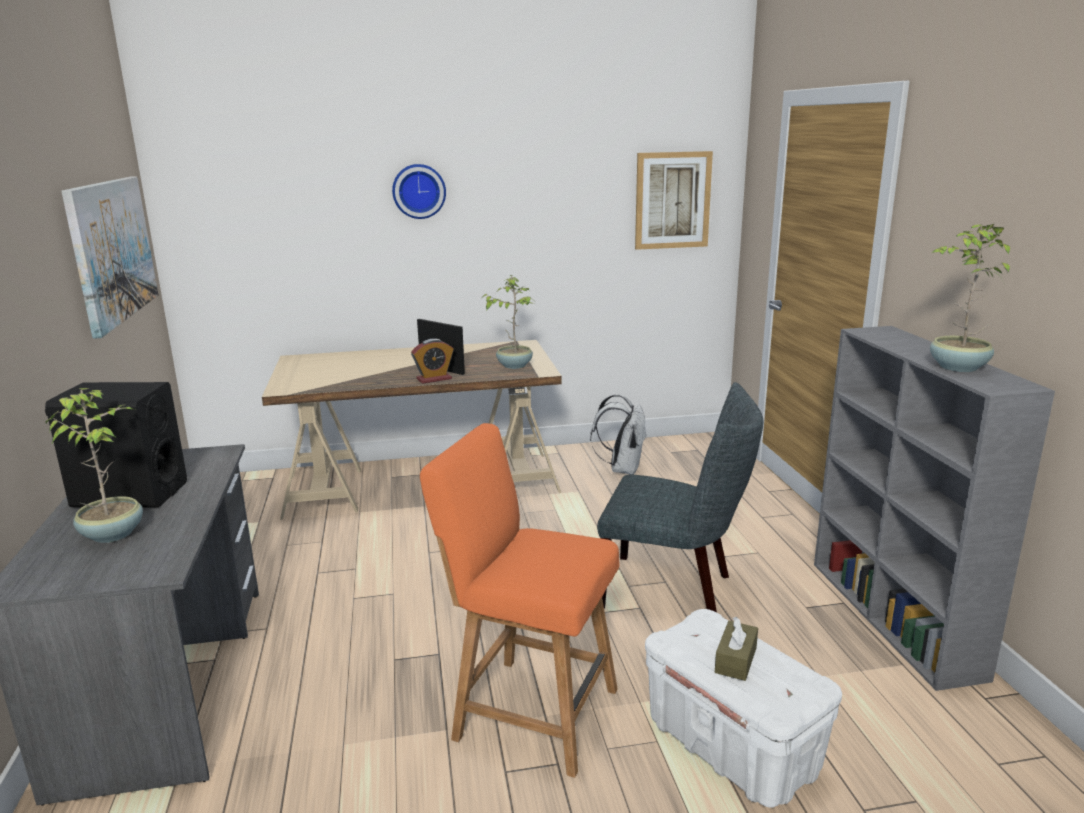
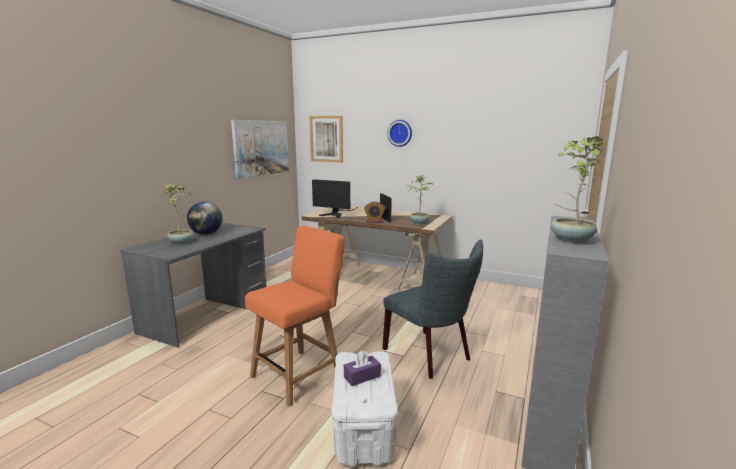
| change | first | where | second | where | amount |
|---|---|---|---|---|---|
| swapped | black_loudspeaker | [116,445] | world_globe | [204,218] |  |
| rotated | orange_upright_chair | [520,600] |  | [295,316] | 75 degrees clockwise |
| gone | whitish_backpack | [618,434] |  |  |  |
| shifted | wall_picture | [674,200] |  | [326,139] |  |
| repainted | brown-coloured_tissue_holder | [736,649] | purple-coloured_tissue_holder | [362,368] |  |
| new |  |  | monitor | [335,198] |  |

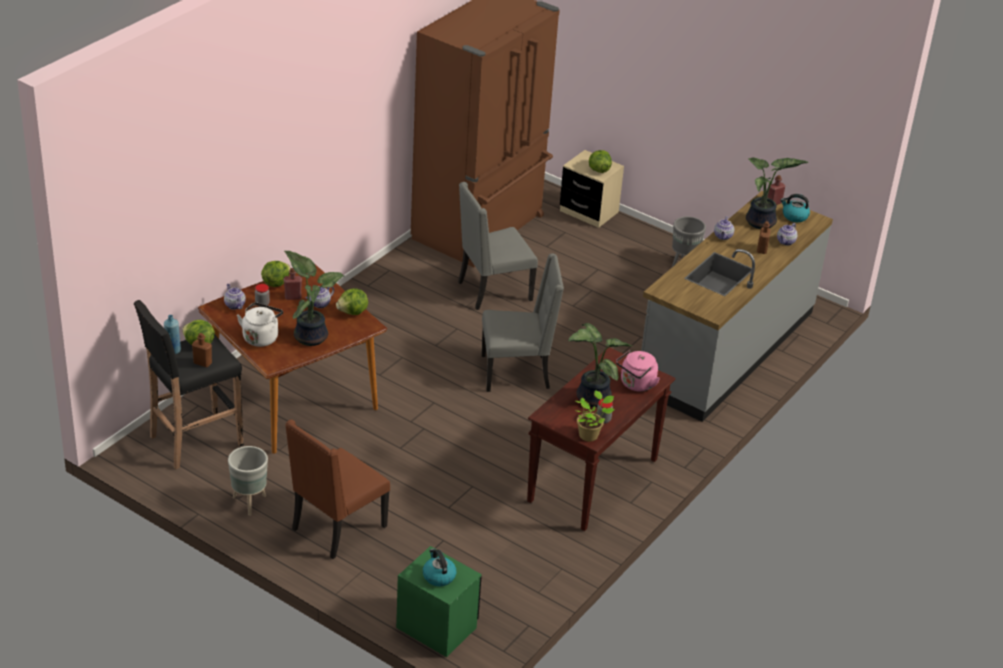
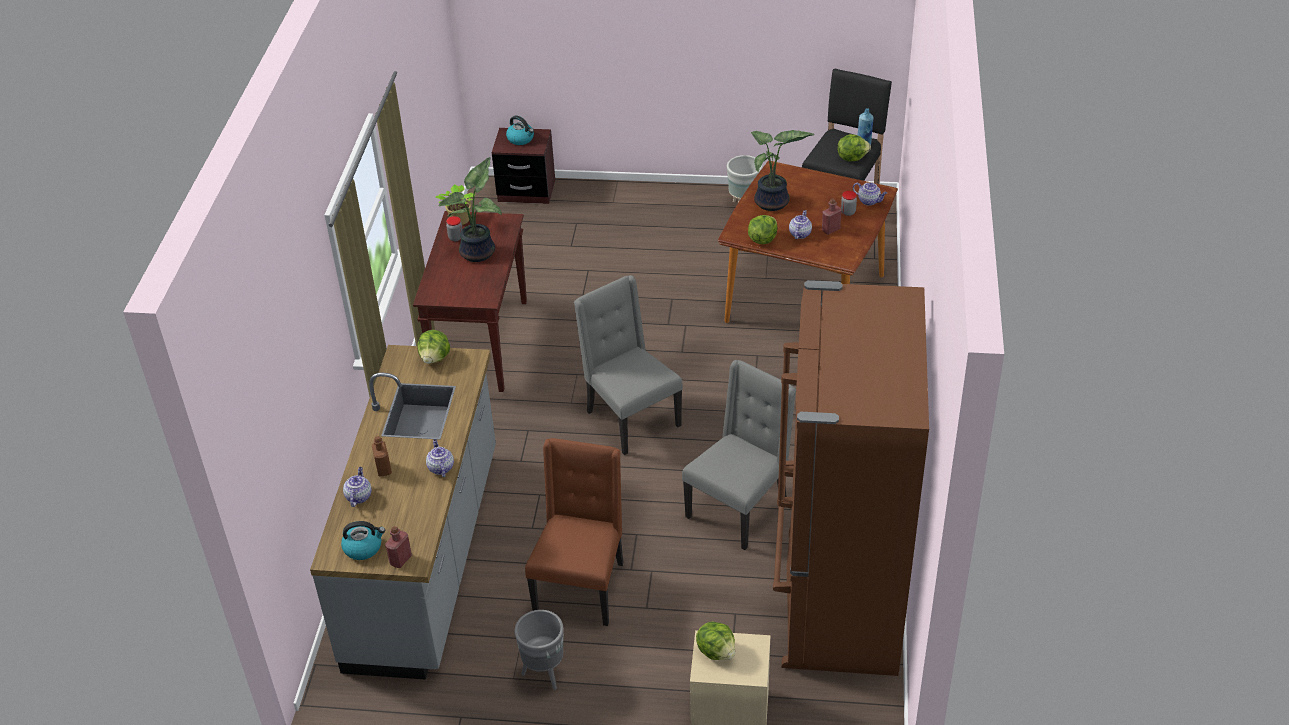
| change | first | where | second | where | amount |
|---|---|---|---|---|---|
| gone | brown-coloured_drink_bottle | [202,350] |  |  |  |
| gone | whitish_kettle | [260,324] |  |  |  |
| shifted | lettuce_head | [275,274] |  | [433,347] |  |
| shifted | brown-coloured_upright_chair | [337,489] |  | [574,532] |  |
| repainted | greenish_nightstand | [439,601] | brown-coloured_nightstand | [523,166] |  |
| rotated | gray_upright_chair | [522,322] |  | [628,365] | 90 degrees clockwise |
| gone | pinkish_kettle | [638,371] |  |  |  |
| gone | houseplant | [777,193] |  |  |  |

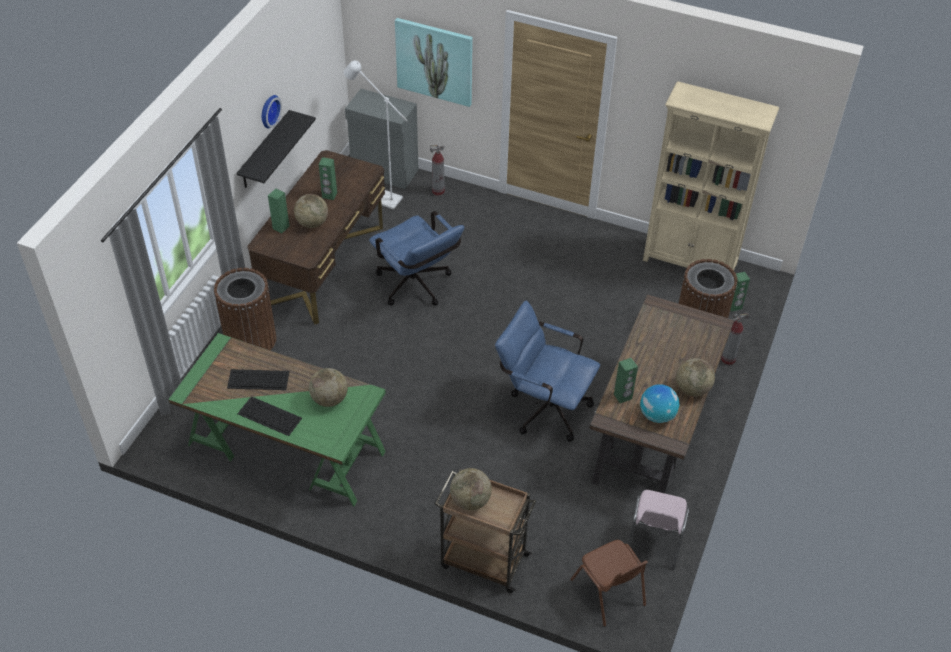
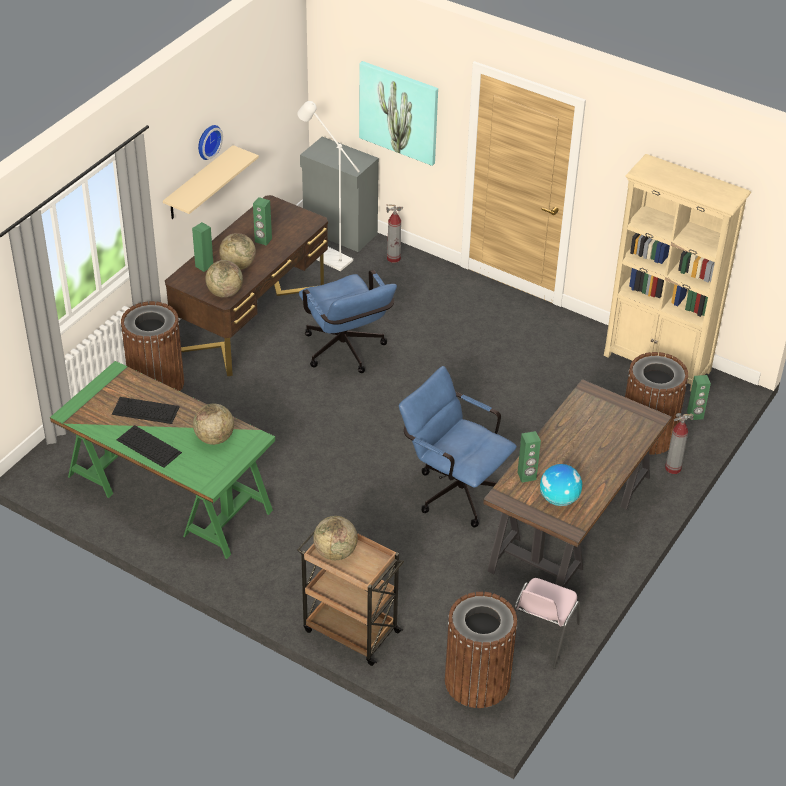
| change | first | where | second | where | amount |
|---|---|---|---|---|---|
| repainted | black_bracket_shelf | [276,149] | sand-coloured_bracket_shelf | [211,182] |  |
| swapped | brown-coloured_upright_chair | [609,583] | brown-coloured_waste_bin | [481,650] |  |
| shifted | world_globe | [695,377] |  | [224,279] |  |

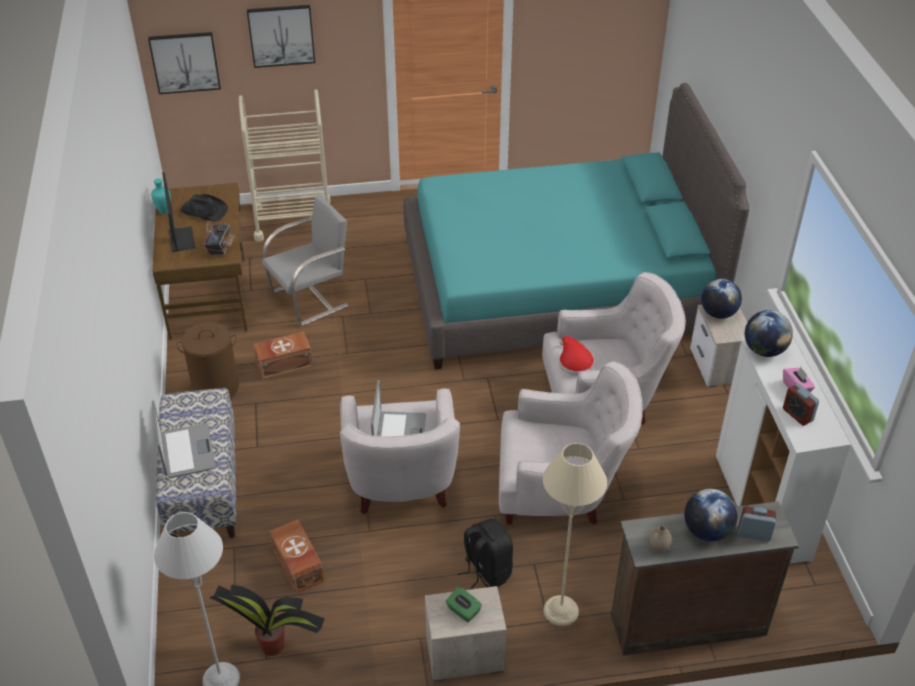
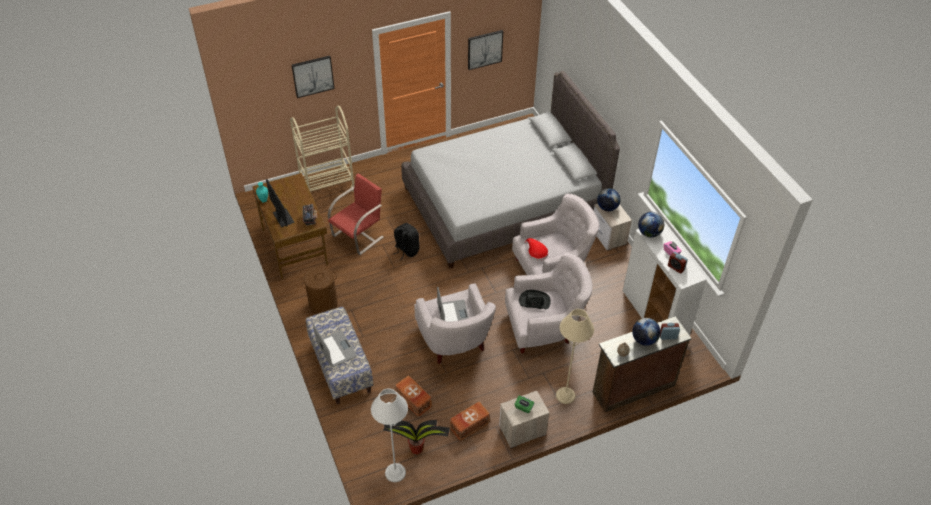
| change | first | where | second | where | amount |
|---|---|---|---|---|---|
| shifted | wall_picture | [184,63] |  | [485,50] |  |
| shifted | black_hat | [204,208] |  | [535,300] |  |
| shifted | brown-coloured_storage_bin | [283,355] |  | [470,421] |  |
| repainted | gray_upright_chair | [305,260] | reddish_upright_chair | [356,214] |  |
| repainted | turquoise-coloured_bedroom_bed | [576,226] | gray_bedroom_bed | [510,169] |  |
| shifted | black_backpack | [485,554] |  | [407,241] |  |

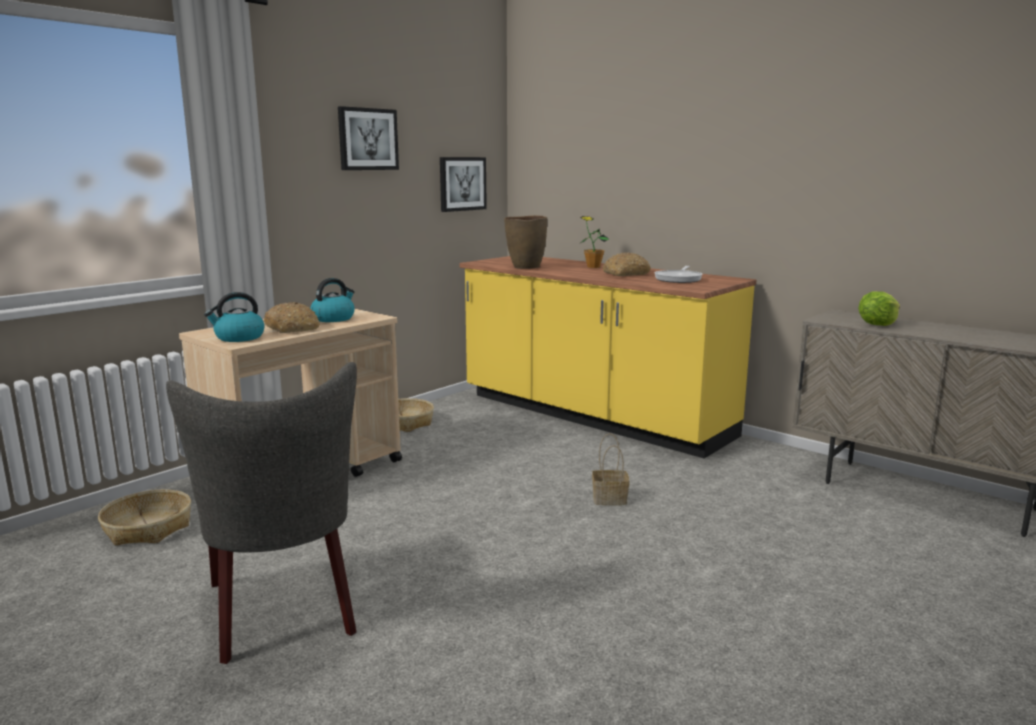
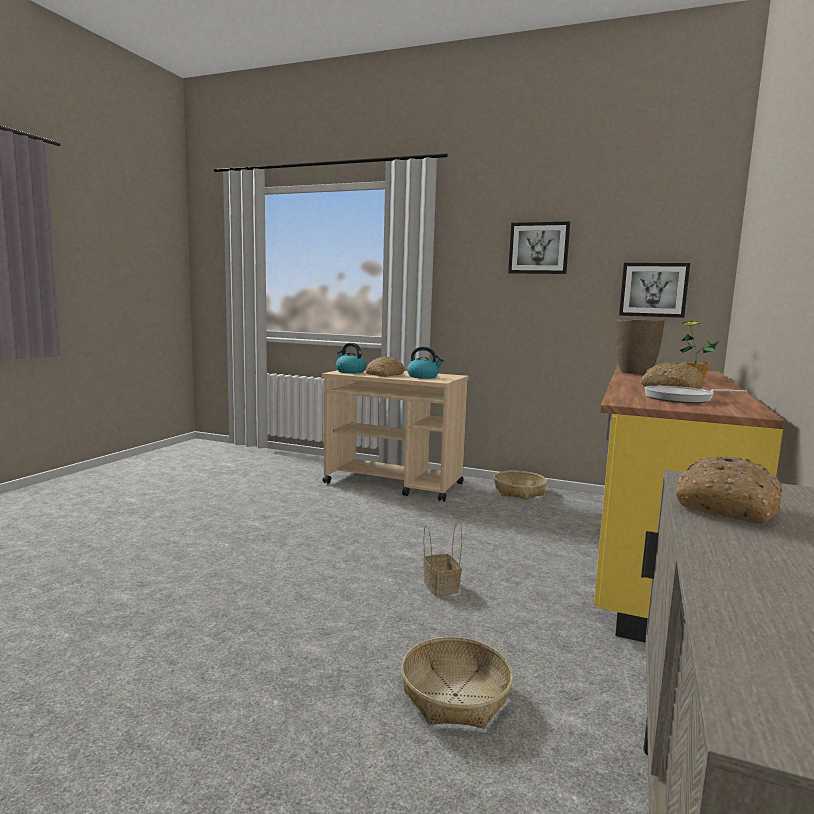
| change | first | where | second | where | amount |
|---|---|---|---|---|---|
| shifted | basket | [144,517] |  | [457,682] |  |
| gone | gray_upright_chair | [261,513] |  |  |  |
| swapped | lettuce_head | [879,308] | baked_bread | [729,490] |  |

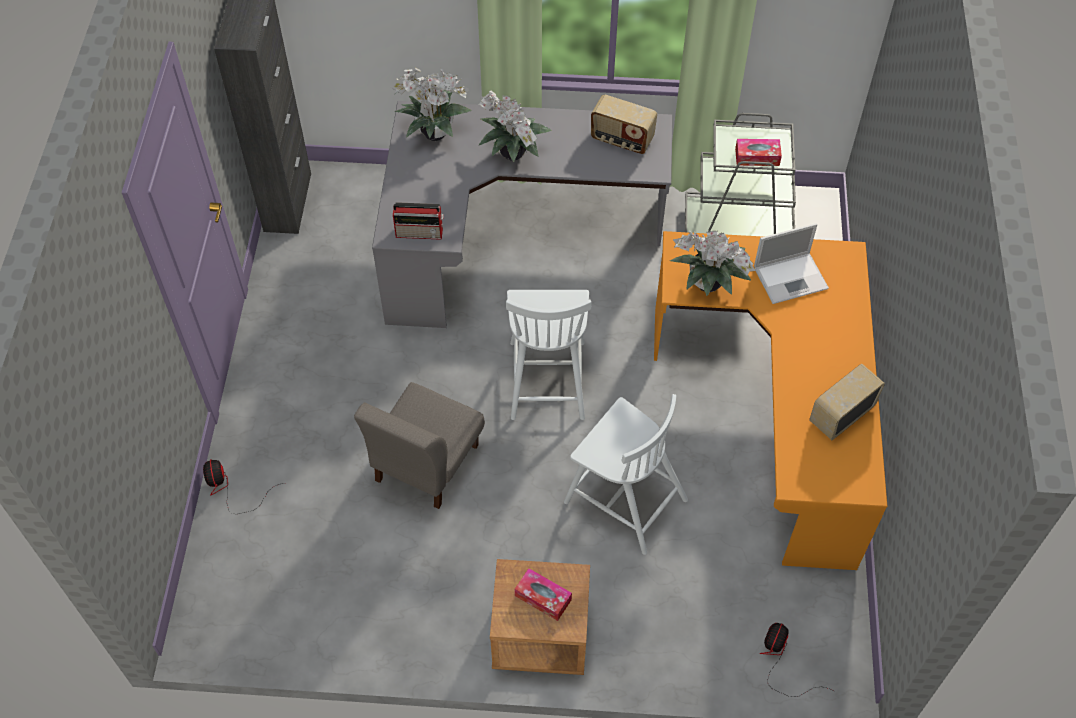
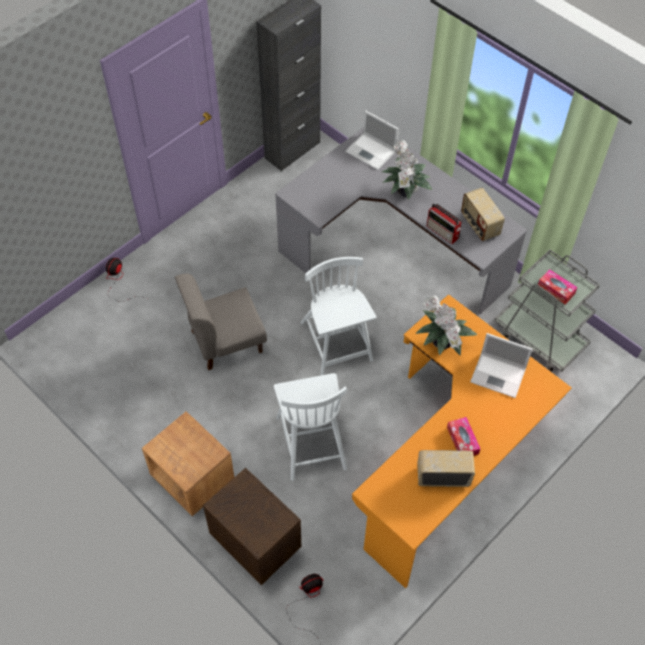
| change | first | where | second | where | amount |
|---|---|---|---|---|---|
| swapped | houseplant | [431,104] | portable_computer | [372,140] |  |
| shifted | radio_receiver | [418,221] |  | [444,223] |  |
| rotated | whitish_upright_chair | [549,355] |  | [338,316] | 120 degrees clockwise |
| shifted | tissue_holder | [543,594] |  | [464,436] |  |
| new |  |  | brown-coloured_nightstand | [252,526] |  |

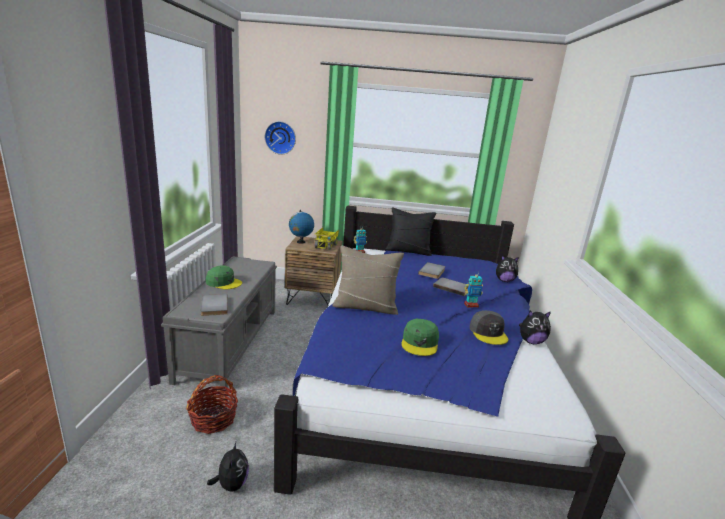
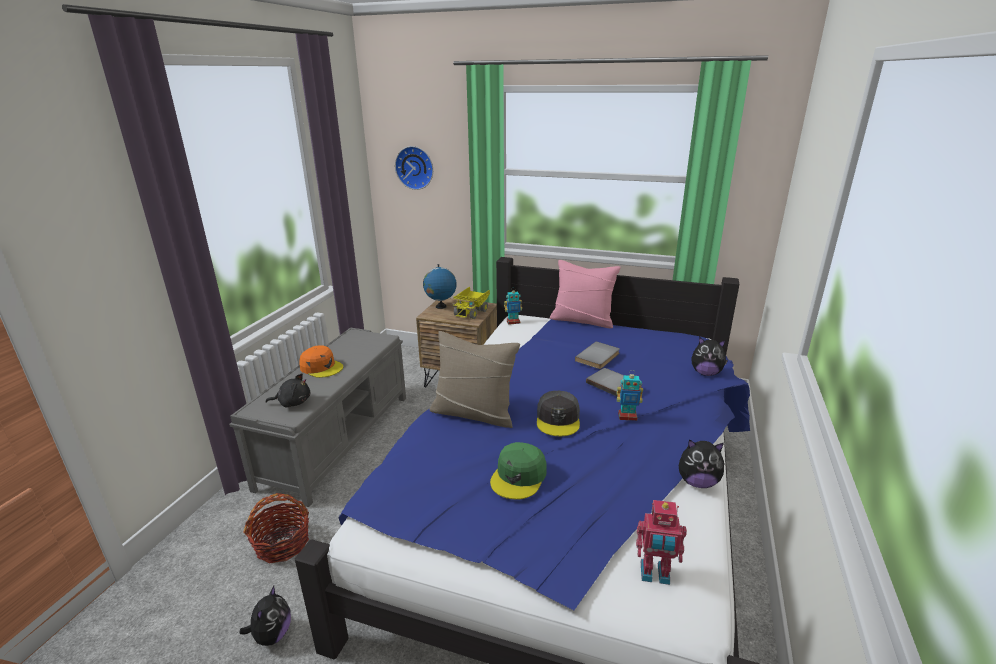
| change | first | where | second | where | amount |
|---|---|---|---|---|---|
| swapped | gray_bound_book | [214,305] | black_soft_toy | [288,390] |  |
| repainted | greenish_baseball_cap | [224,278] | orange_baseball_cap | [321,361] |  |
| repainted | black_throw_pillow | [410,232] | pinkish_throw_pillow | [585,294] |  |
| shifted | gray_baseball_cap | [489,328] |  | [558,413] |  |
| new |  |  | robot_figure | [661,542] |  |

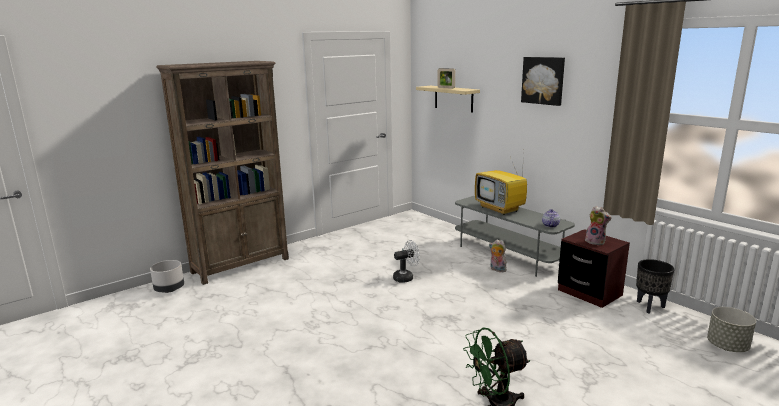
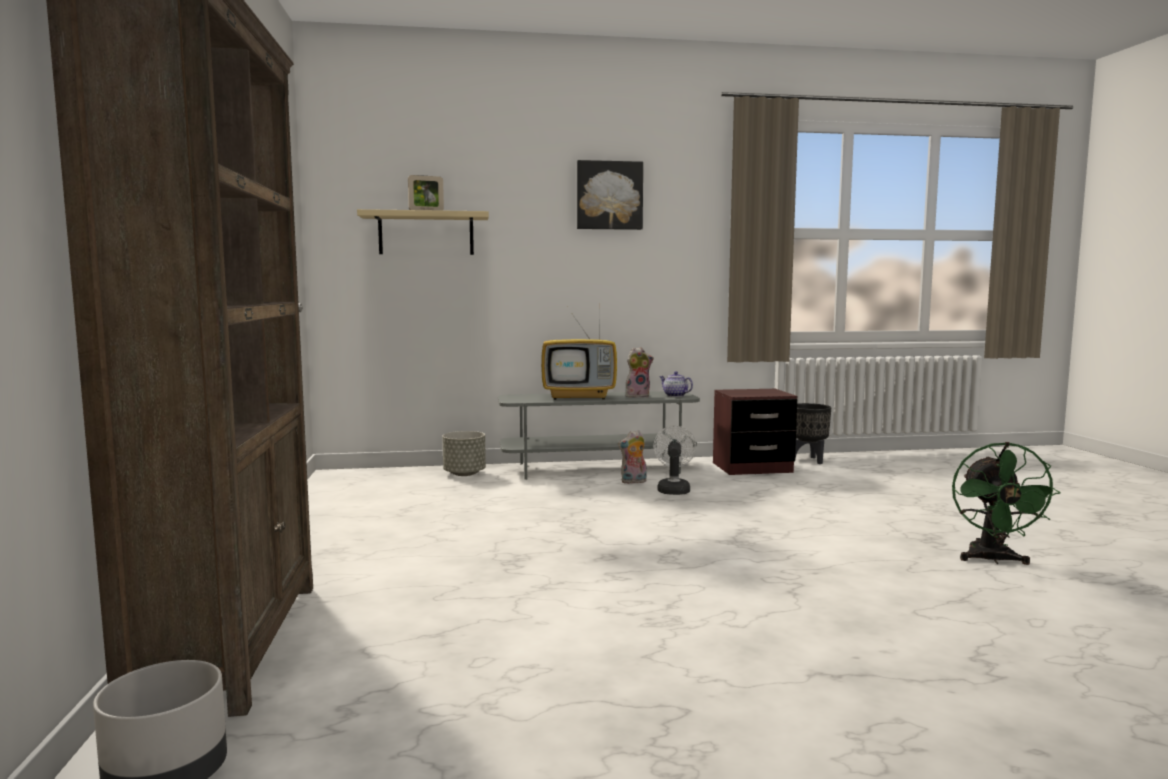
| change | first | where | second | where | amount |
|---|---|---|---|---|---|
| shifted | whitish_fan | [406,261] |  | [674,460] |  |
| shifted | soft_toy | [598,226] |  | [639,372] |  |
| shifted | gray_flower_pot | [731,329] |  | [464,453] |  |

